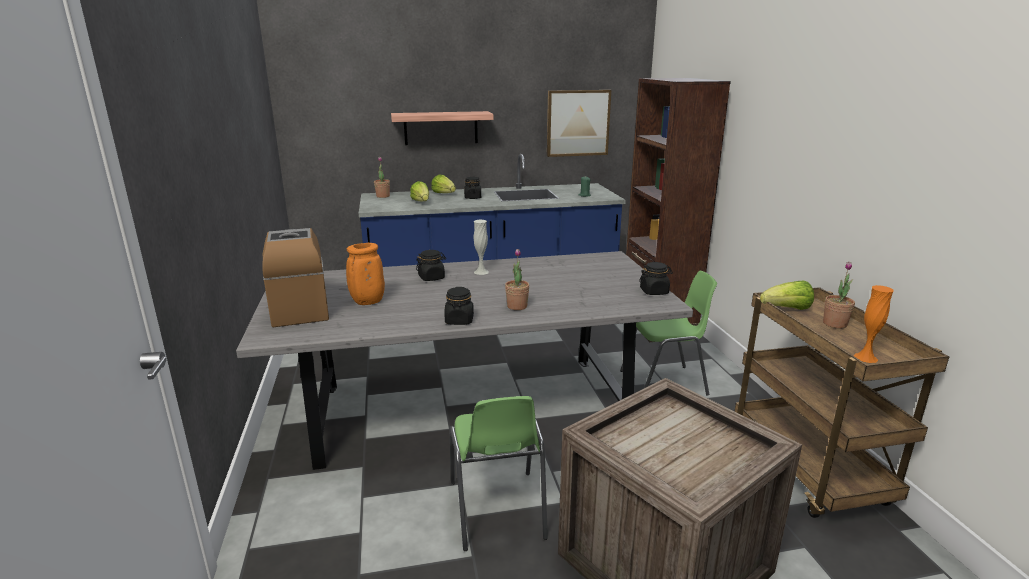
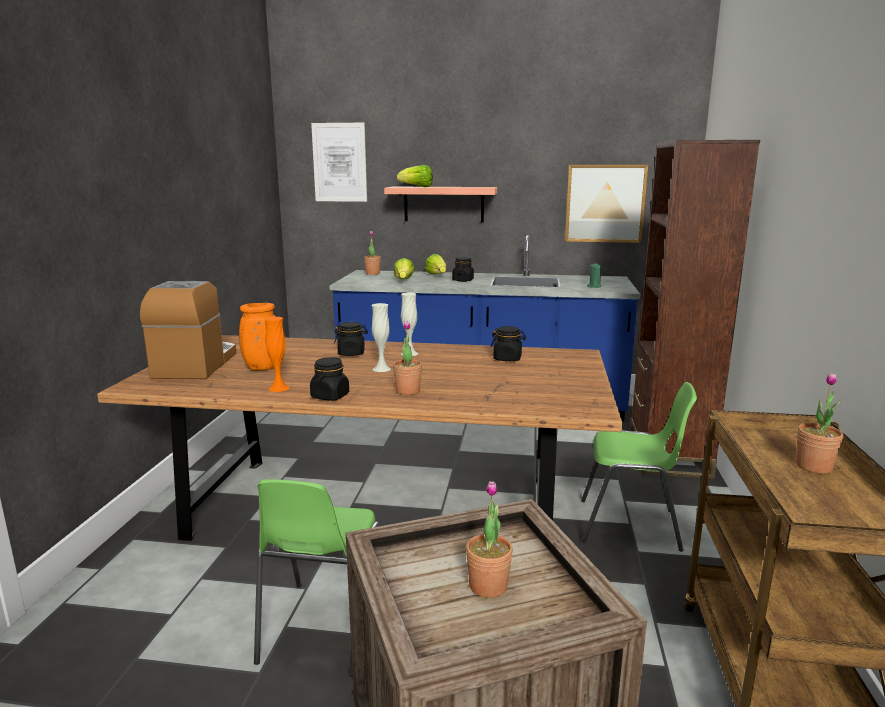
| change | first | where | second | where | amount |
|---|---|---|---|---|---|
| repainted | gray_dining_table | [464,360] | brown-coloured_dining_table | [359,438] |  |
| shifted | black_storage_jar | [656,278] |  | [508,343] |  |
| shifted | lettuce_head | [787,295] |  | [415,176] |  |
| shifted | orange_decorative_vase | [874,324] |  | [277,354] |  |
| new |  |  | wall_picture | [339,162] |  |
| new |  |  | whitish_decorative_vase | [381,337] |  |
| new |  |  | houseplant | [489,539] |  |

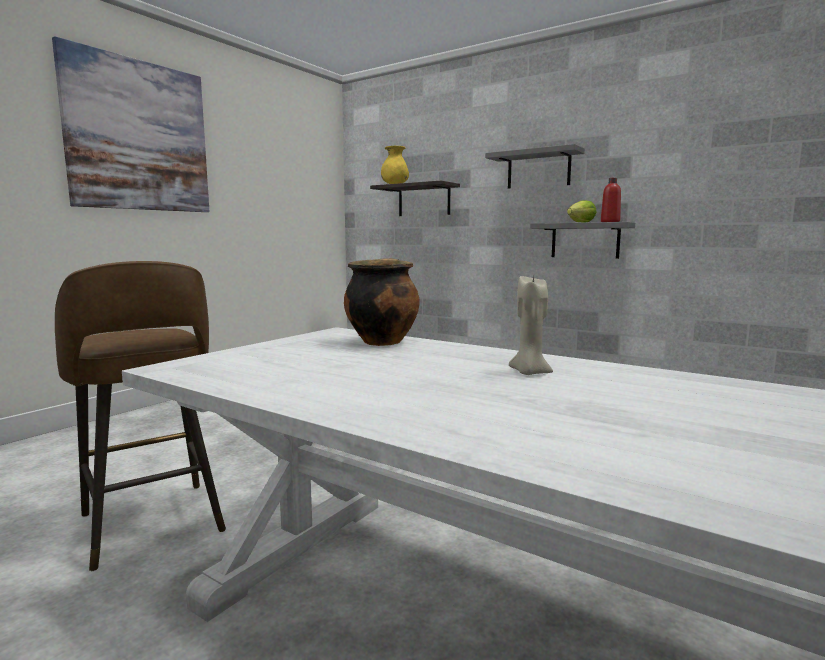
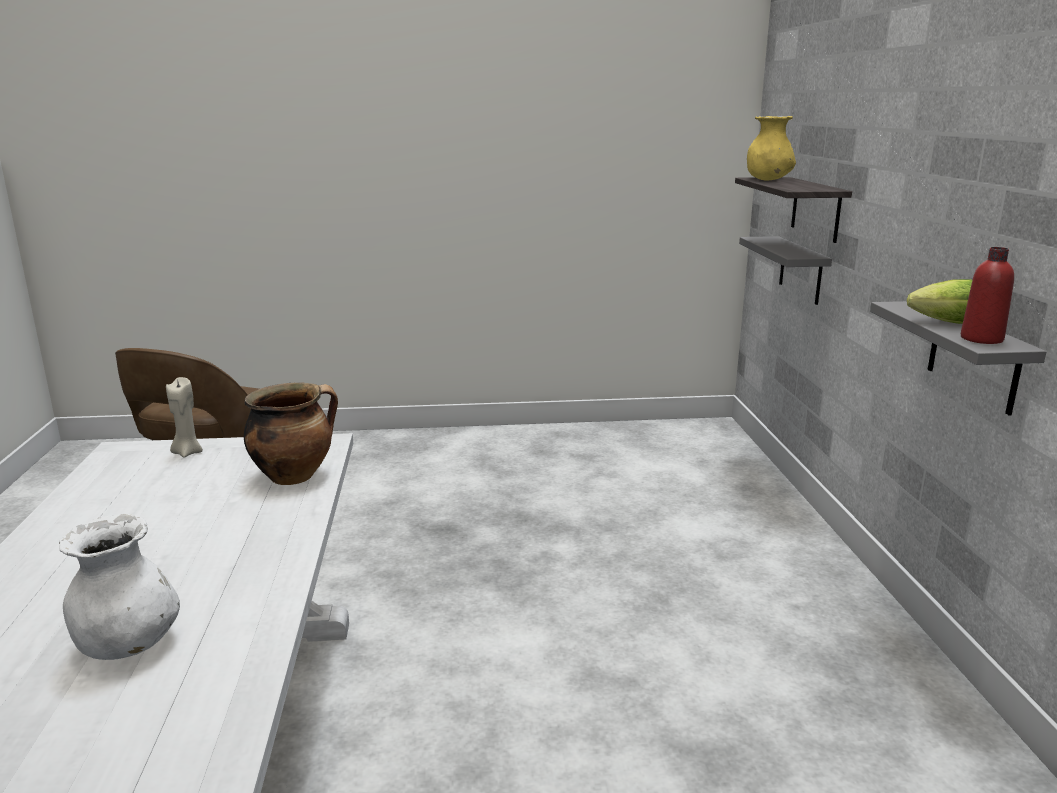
| change | first | where | second | where | amount |
|---|---|---|---|---|---|
| gone | wall_picture | [131,124] |  |  |  |
| shifted | gray_bracket_shelf | [535,166] |  | [785,270] |  |
| shifted | sand-coloured_candle | [531,325] |  | [184,417] |  |
| new |  |  | whitish_decorative_vase | [119,587] |  |

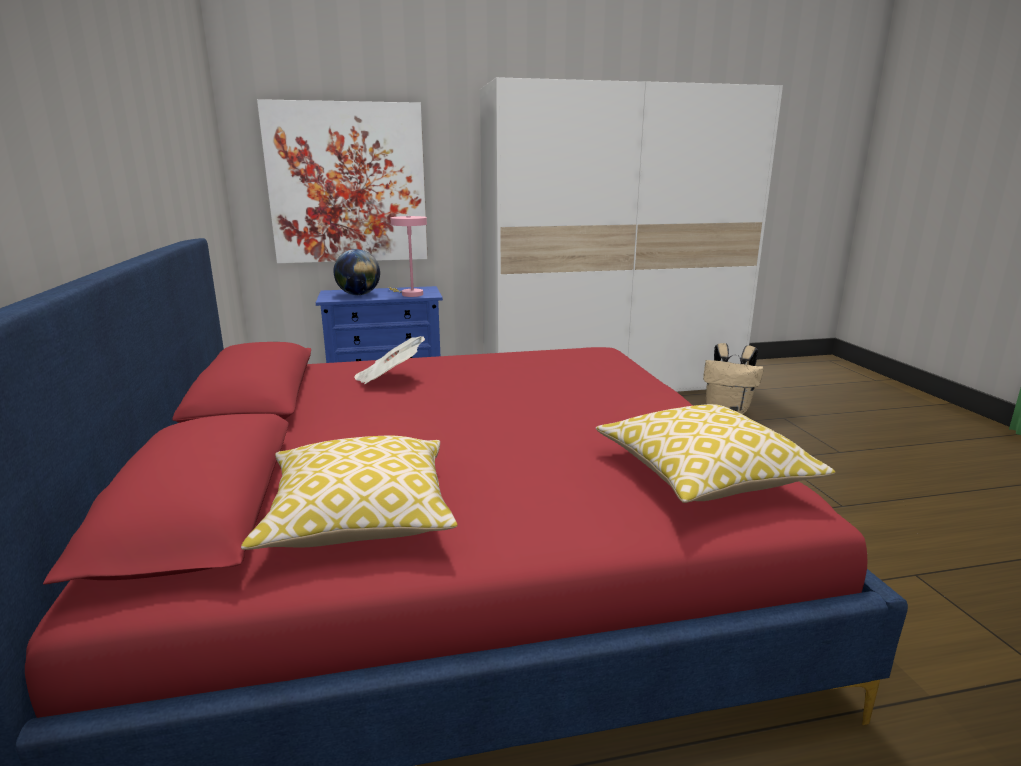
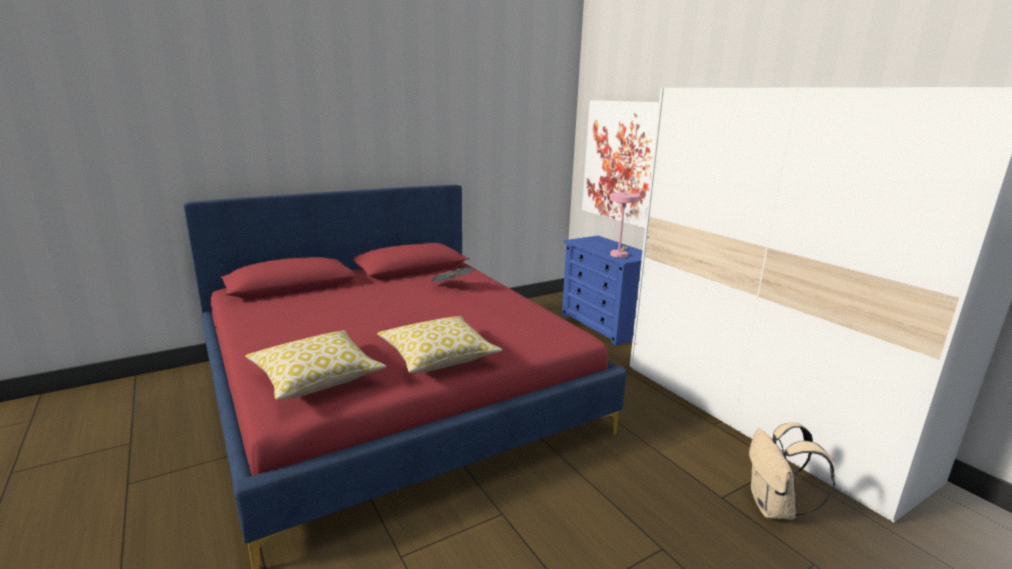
| change | first | where | second | where | amount |
|---|---|---|---|---|---|
| shifted | throw_pillow | [349,493] |  | [439,344] |  |
| gone | world_globe | [356,272] |  |  |  |

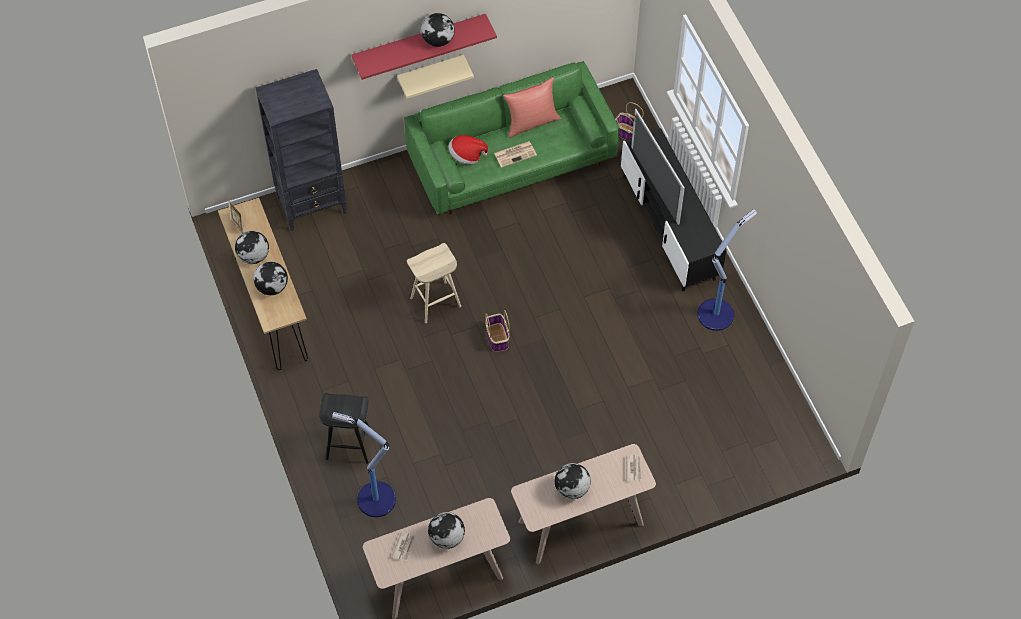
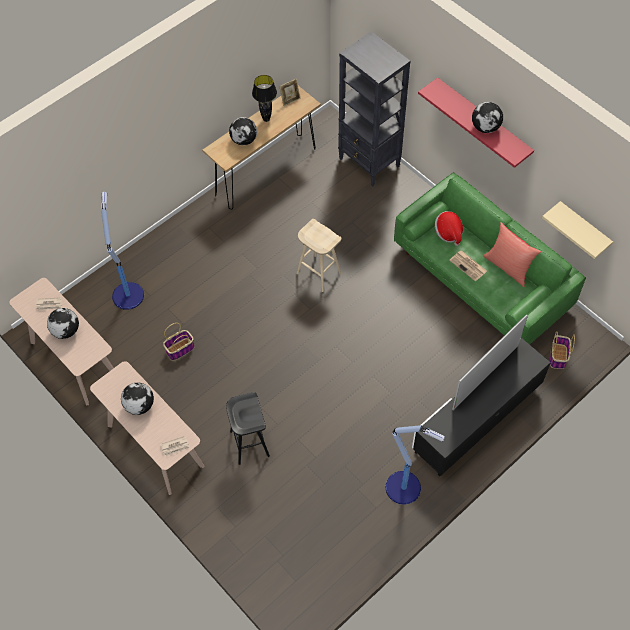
| change | first | where | second | where | amount |
|---|---|---|---|---|---|
| swapped | world_globe | [252,247] | black_table_lamp | [264,98] |  |
| shifted | black_stool_seat | [344,428] |  | [248,428] |  |
| shifted | sand-coloured_bracket_shelf | [435,77] |  | [577,230] |  |
| shifted | basket | [497,331] |  | [179,342] |  |

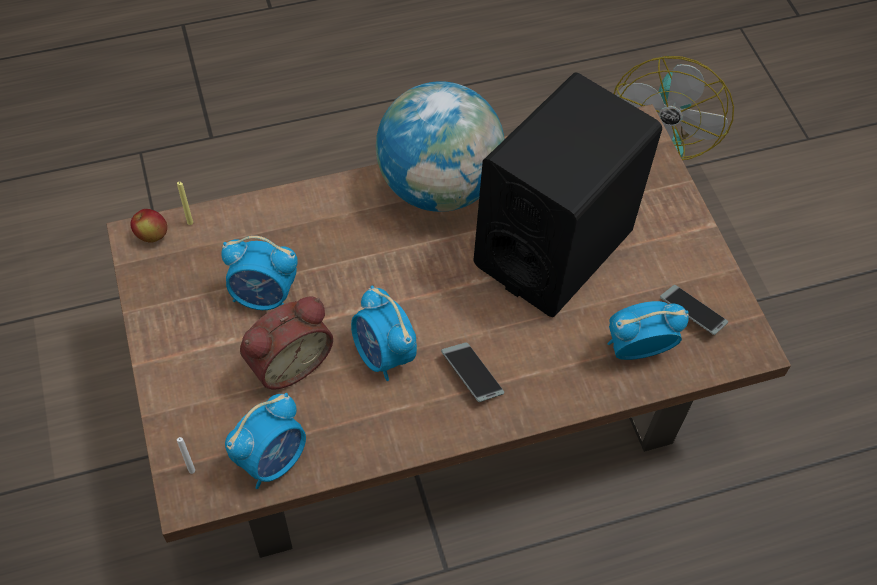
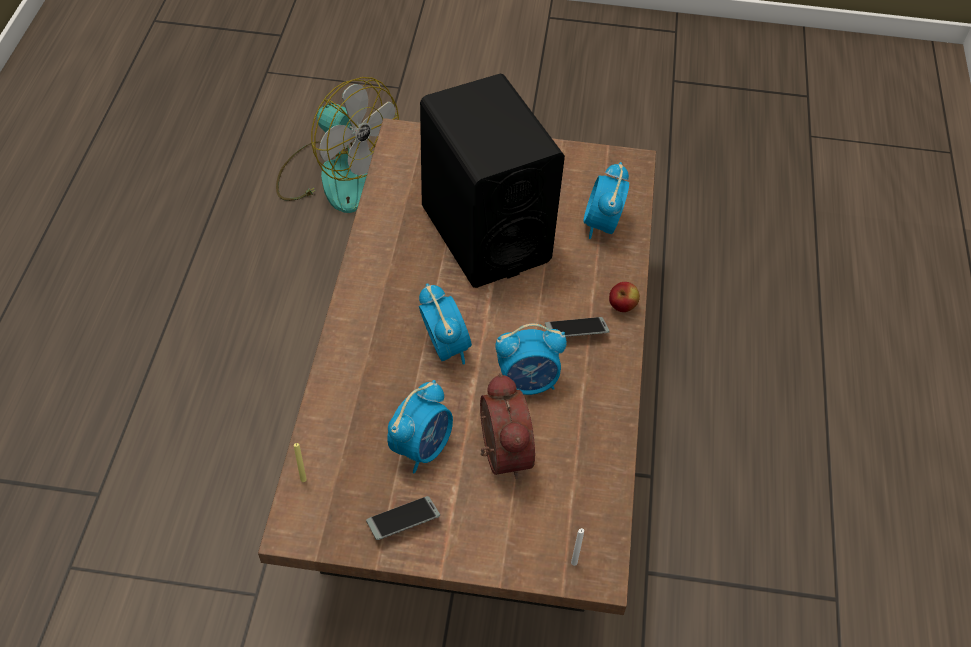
| change | first | where | second | where | amount |
|---|---|---|---|---|---|
| shifted | apple_fruit | [148,226] |  | [624,297] |  |
| shifted | bedside_clock | [265,441] |  | [445,324] |  |
| gone | world_globe | [440,146] |  |  |  |
| shifted | phone | [694,310] |  | [403,518] |  |

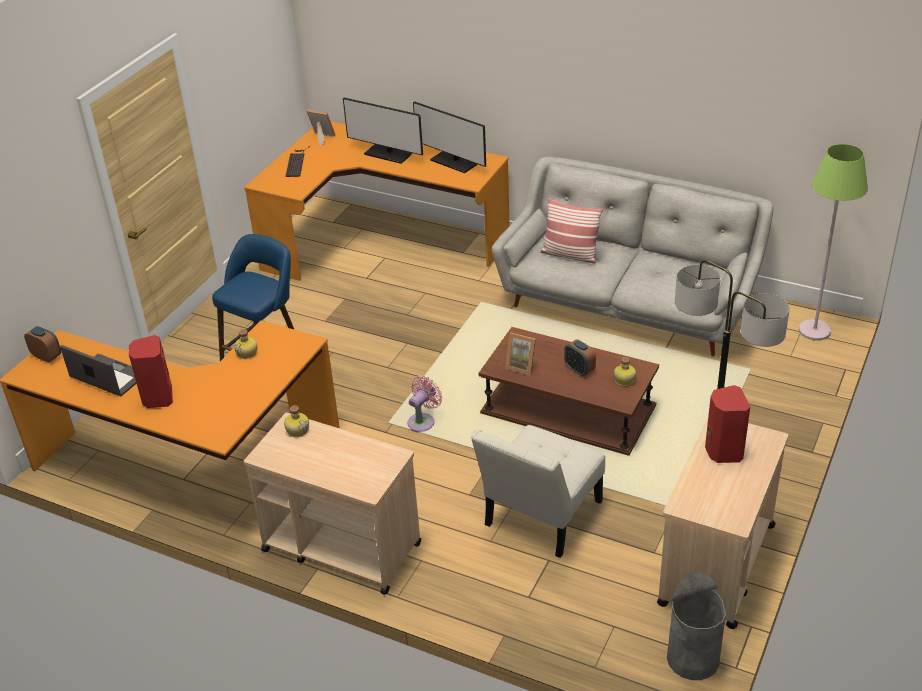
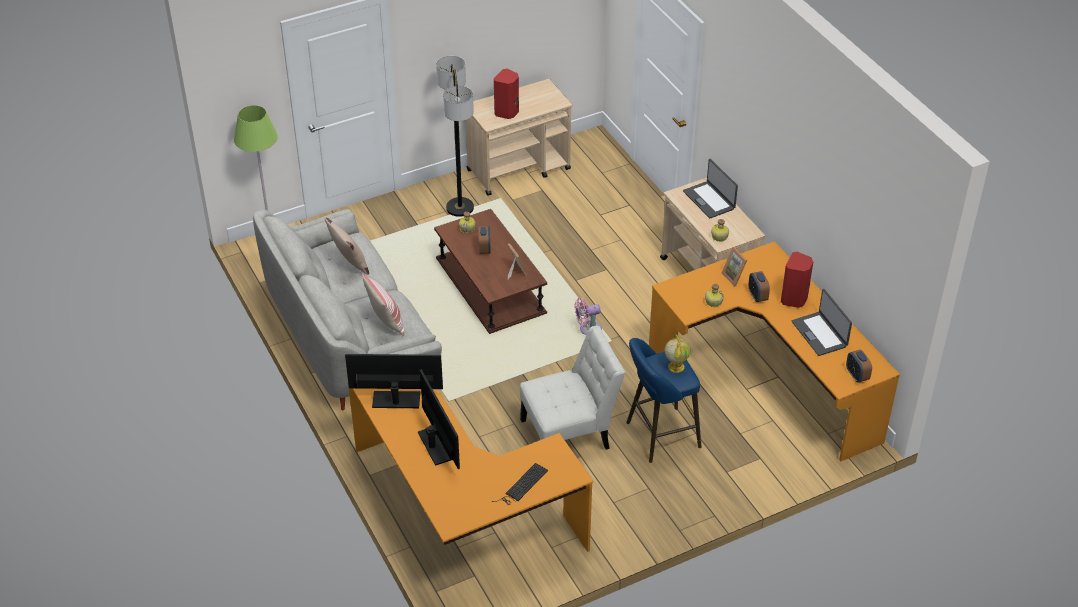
| change | first | where | second | where | amount |
|---|---|---|---|---|---|
| shifted | standing_frame | [321,128] |  | [734,266] |  |
| rotated | monitor | [449,137] |  | [394,381] | 75 degrees counterclockwise |
| shifted | whitish_upright_chair | [538,491] |  | [572,388] |  |
| gone | gray_waste_bin | [696,626] |  |  |  |
| new |  |  | sand-coloured_throw_pillow | [347,246] |  |
| new |  |  | world_globe | [677,353] |  |
| new |  |  | portable_computer | [710,189] |  |
| new |  |  | bedside_clock | [759,286] |  |

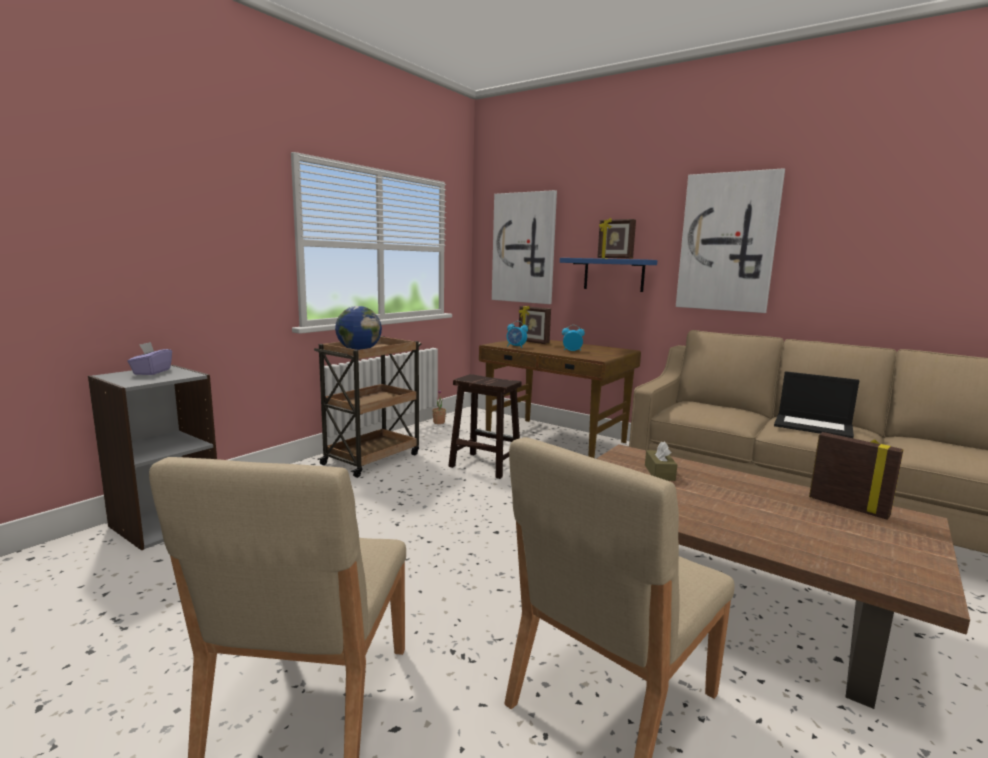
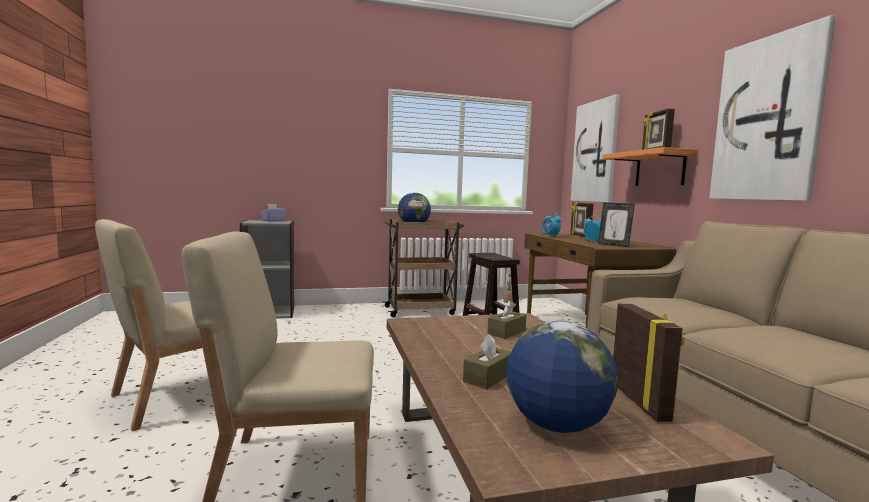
| change | first | where | second | where | amount |
|---|---|---|---|---|---|
| repainted | bluish_bracket_shelf | [608,275] | orange_bracket_shelf | [650,166] |  |
| gone | portable_computer | [816,404] |  |  |  |
| new |  |  | brown-coloured_tissue_holder | [487,361] |  |
| new |  |  | world_globe | [562,377] |  |
| new |  |  | standing_frame | [616,225] |  |

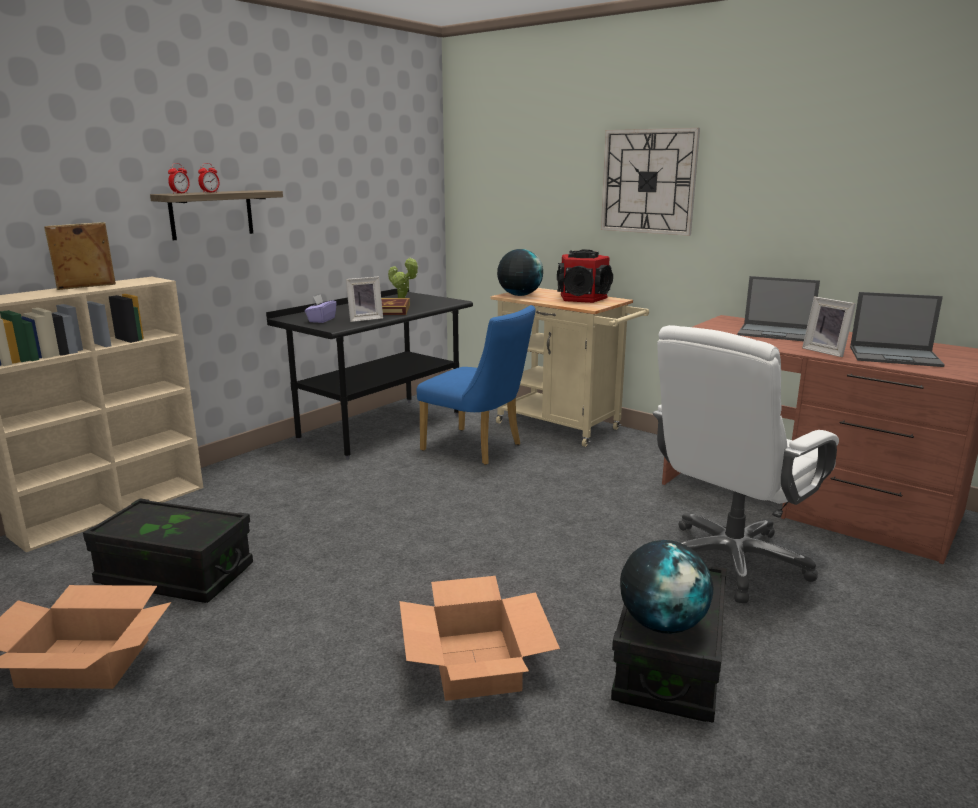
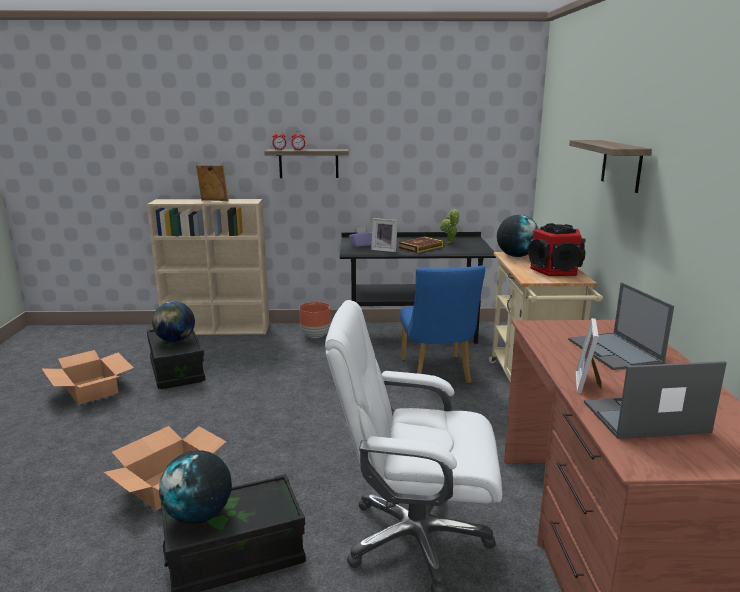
| change | first | where | second | where | amount |
|---|---|---|---|---|---|
| swapped | hanging_clock | [650,182] | bracket_shelf | [610,166] |  |
| rotated | portable_computer | [897,329] |  | [655,400] | 105 degrees clockwise |
| new |  |  | world_globe | [173,321] |  |
| new |  |  | brown-coloured_flower_pot | [315,320] |  |

